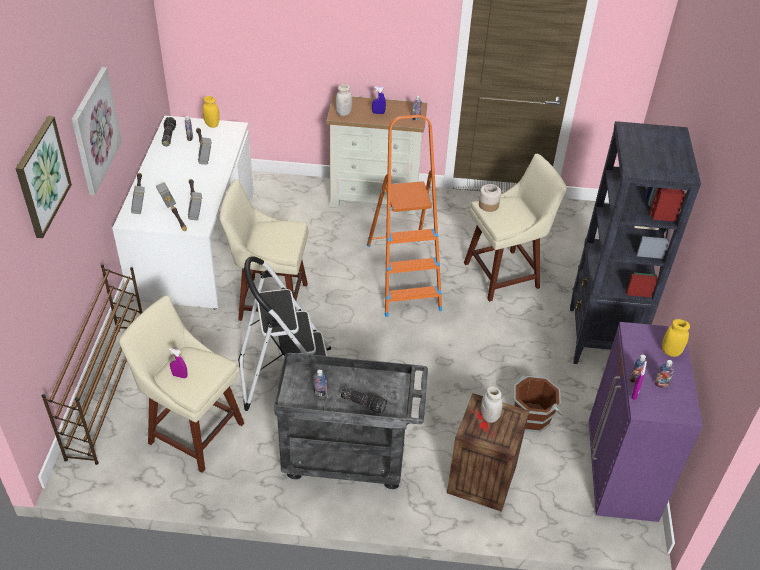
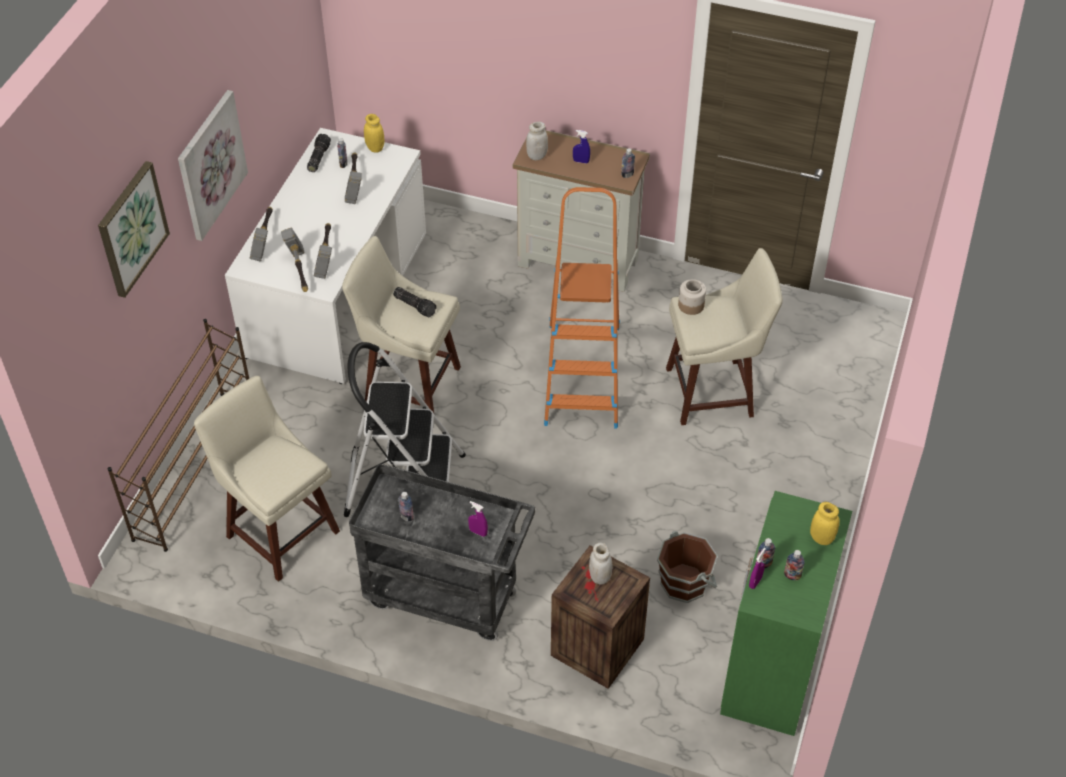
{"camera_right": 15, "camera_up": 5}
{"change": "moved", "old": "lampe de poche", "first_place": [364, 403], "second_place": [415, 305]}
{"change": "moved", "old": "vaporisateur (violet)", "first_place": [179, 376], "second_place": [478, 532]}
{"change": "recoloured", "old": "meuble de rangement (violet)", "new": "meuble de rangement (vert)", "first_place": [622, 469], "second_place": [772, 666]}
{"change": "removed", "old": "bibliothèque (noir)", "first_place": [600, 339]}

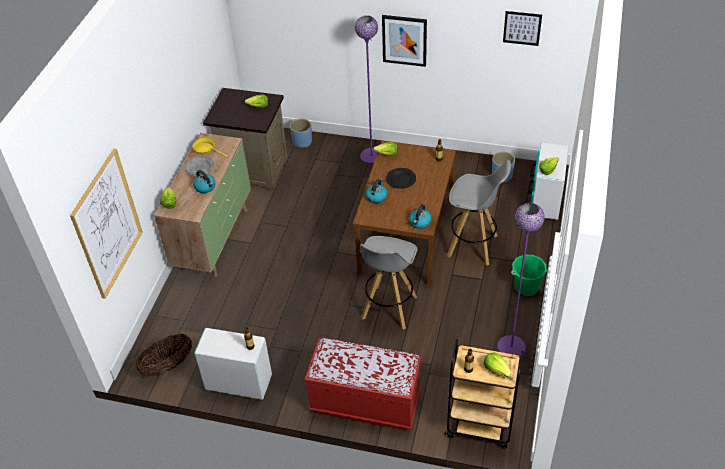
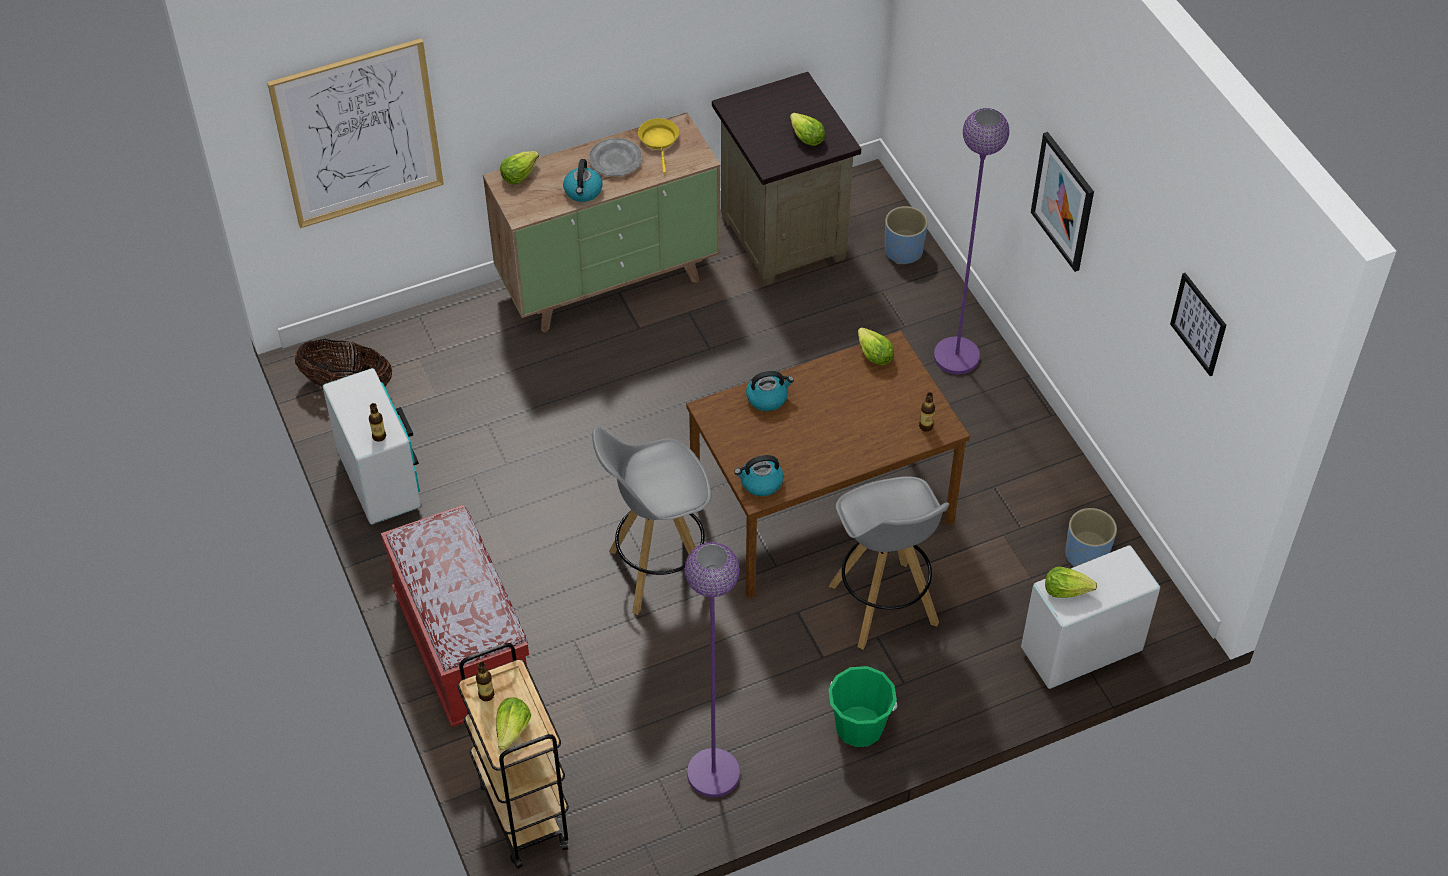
{"camera_right": 50, "camera_up": 5}
{"change": "removed", "old": "assiette (noir)", "first_place": [401, 179]}

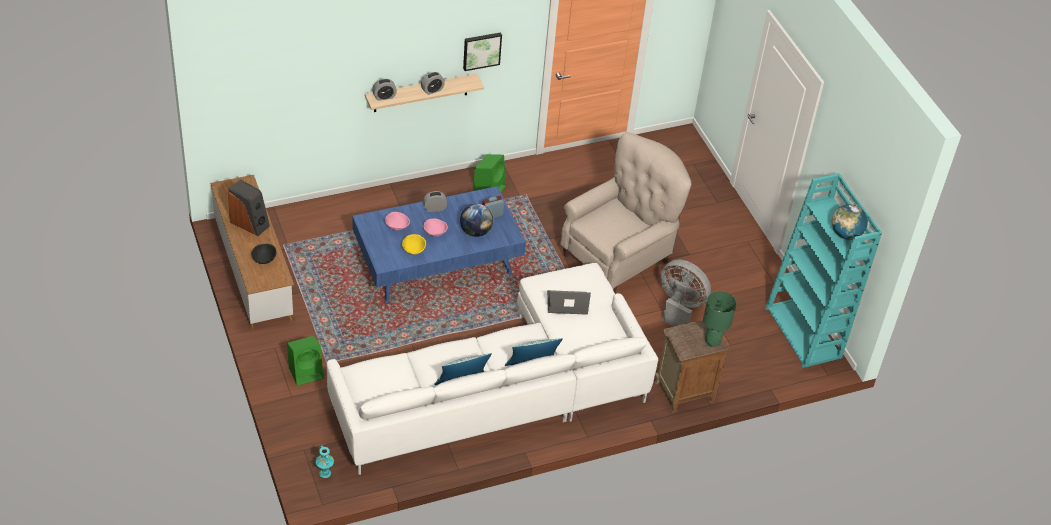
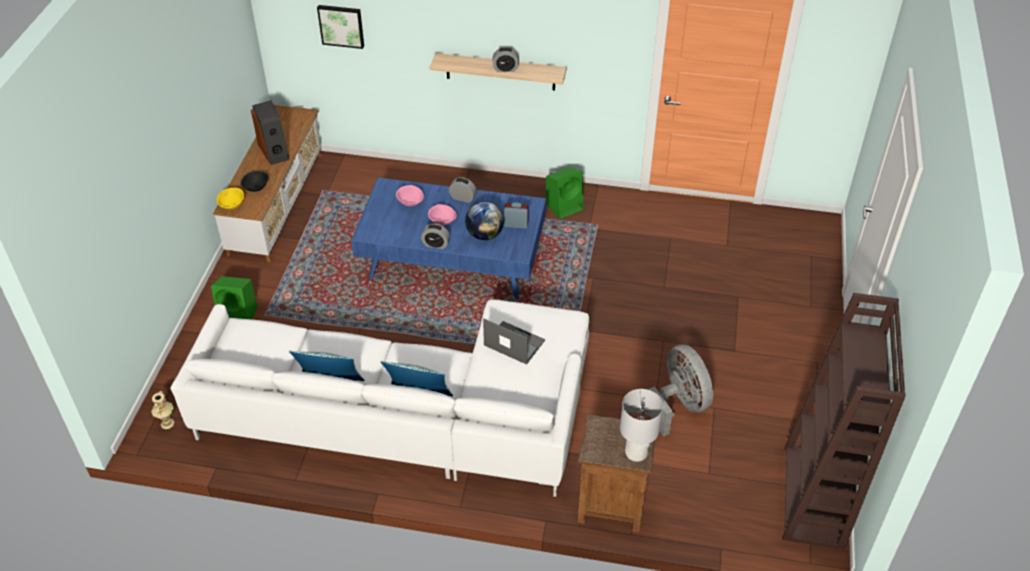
{"camera_right": 35, "camera_up": 0}
{"change": "recoloured", "old": "vase (turquoise)", "new": "vase (beige)", "first_place": [324, 473], "second_place": [167, 423]}
{"change": "moved", "old": "bol (jaune)", "first_place": [413, 250], "second_place": [232, 205]}
{"change": "moved", "old": "tableau", "first_place": [481, 50], "second_place": [341, 25]}
{"change": "moved", "old": "réveil", "first_place": [384, 97], "second_place": [436, 244]}
{"change": "recoloured", "old": "lampe de table (vert)", "new": "lampe de table (gris)", "first_place": [712, 342], "second_place": [636, 454]}
{"change": "recoloured", "old": "bibliothèque (turquoise)", "new": "bibliothèque (marron)", "first_place": [804, 333], "second_place": [814, 497]}
{"change": "removed", "old": "fauteuil (beige)", "first_place": [619, 256]}
{"change": "removed", "old": "globe", "first_place": [845, 234]}

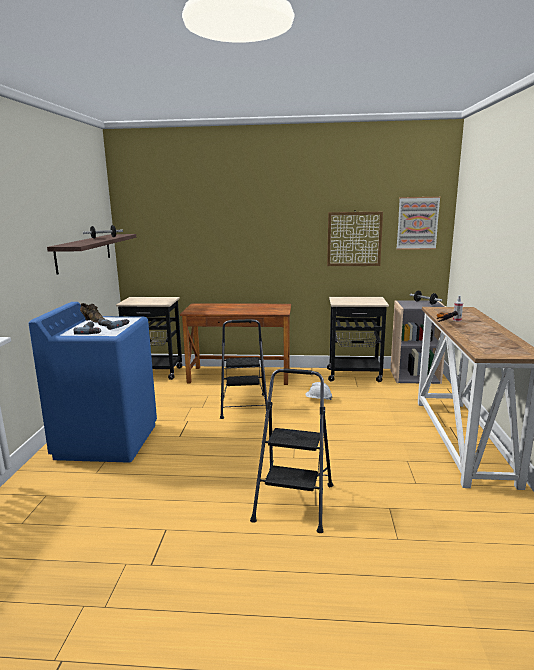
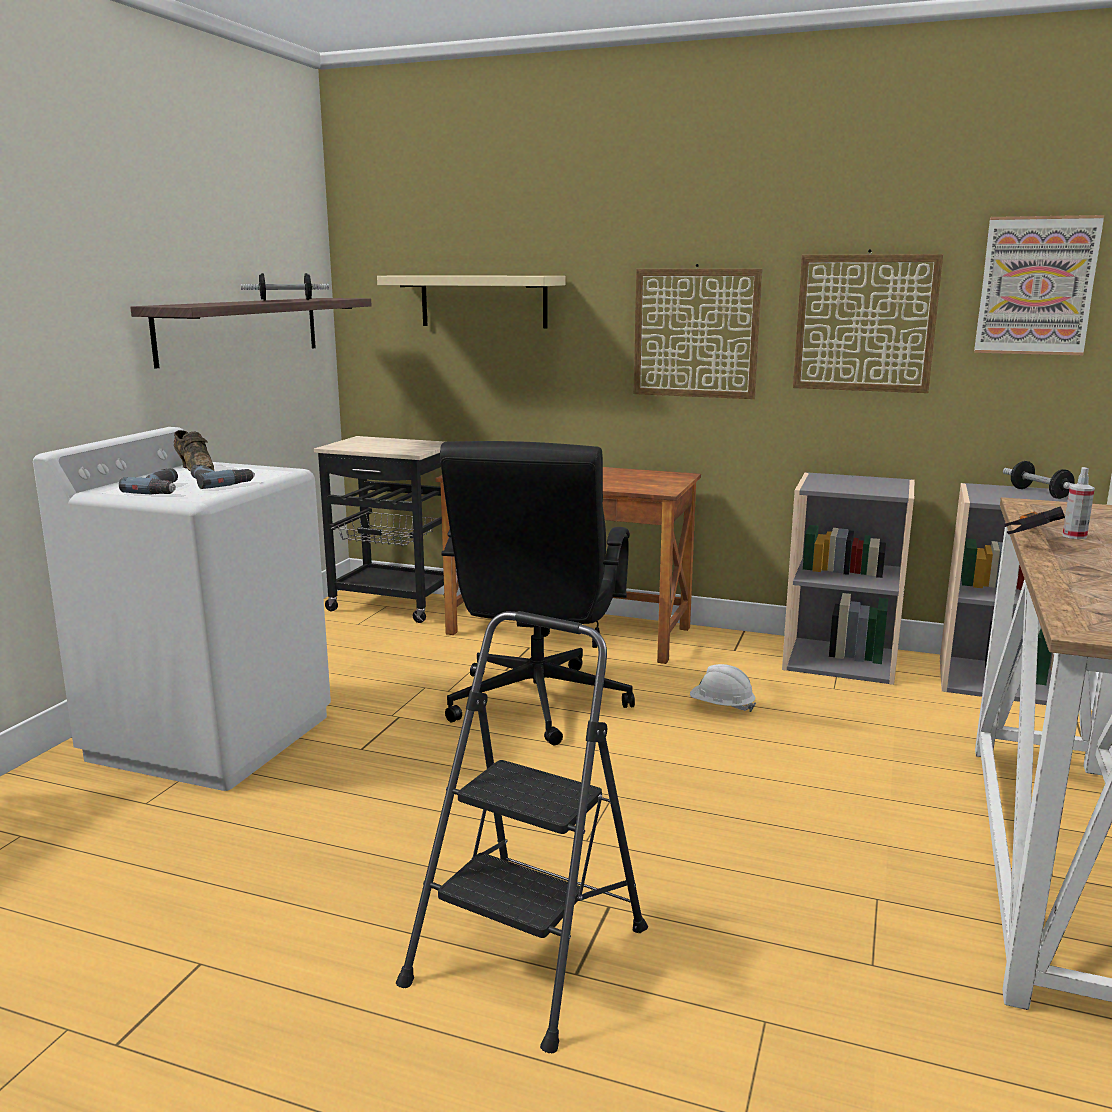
{"camera_right": 15, "camera_up": 0}
{"change": "recoloured", "old": "lave-linge (bleu)", "new": "lave-linge (blanc)", "first_place": [107, 440], "second_place": [212, 736]}
{"change": "added", "new": "étagère (beige)", "second_place": [483, 301]}
{"change": "replaced", "old": "escabeau (noir)", "new": "chaise de bureau (noir)", "first_place": [243, 406], "second_place": [538, 701]}
{"change": "added", "new": "tableau", "second_place": [696, 331]}
{"change": "replaced", "old": "chariot", "new": "bibliothèque (gris)", "first_place": [355, 375], "second_place": [842, 660]}

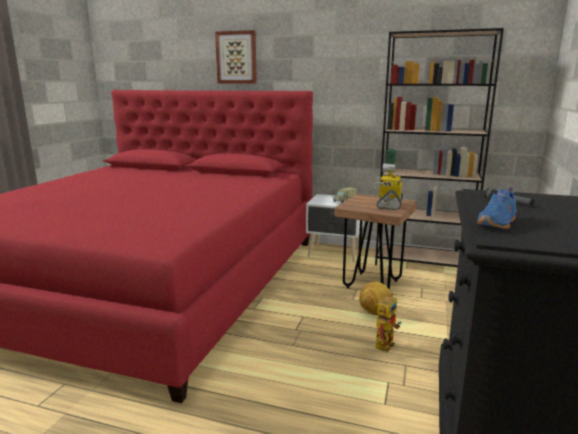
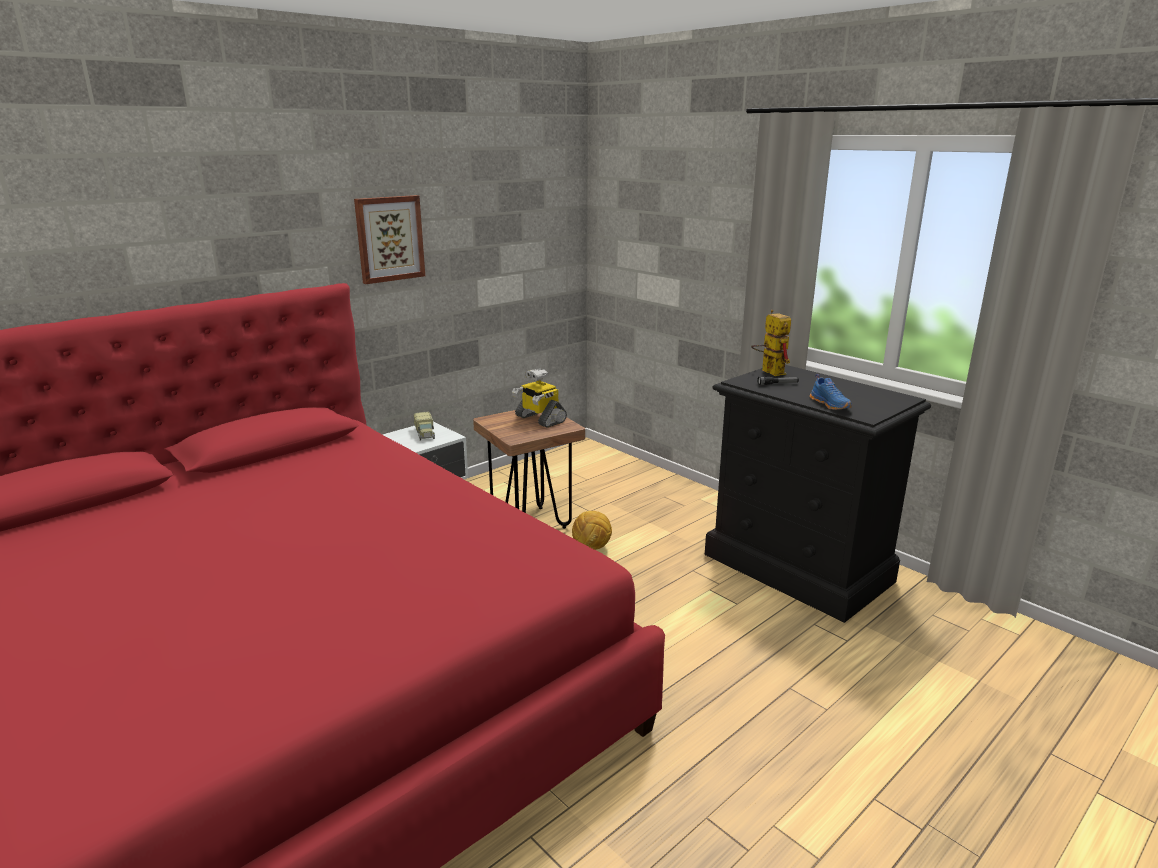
{"camera_right": -60, "camera_up": 5}
{"change": "moved", "old": "tableau", "first_place": [236, 57], "second_place": [389, 238]}
{"change": "moved", "old": "robot jouet", "first_place": [385, 343], "second_place": [768, 371]}
{"change": "removed", "old": "bibliothèque (beige)", "first_place": [423, 262]}

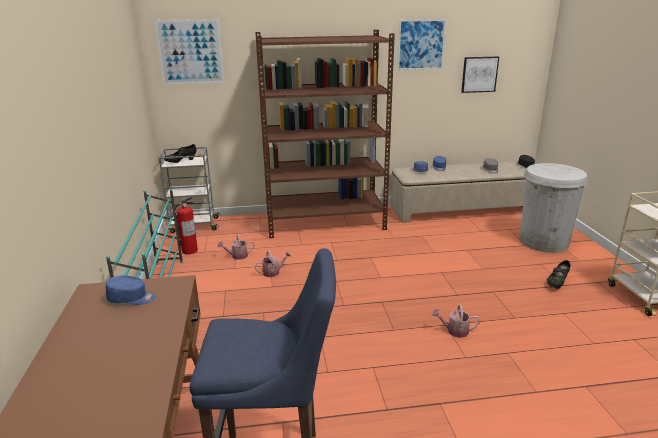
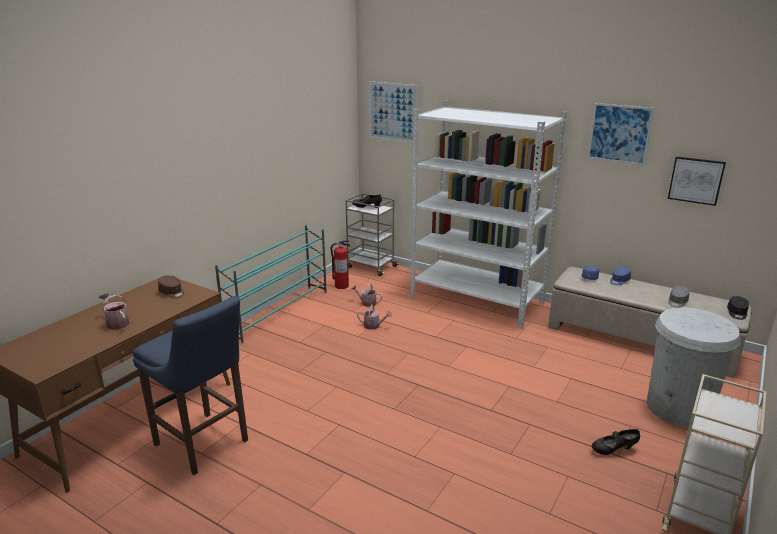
{"camera_right": 40, "camera_up": 0}
{"change": "moved", "old": "arrosoir", "first_place": [454, 331], "second_place": [116, 323]}
{"change": "recoloured", "old": "casquette (bleu)", "new": "casquette (marron)", "first_place": [131, 299], "second_place": [172, 293]}
{"change": "recoloured", "old": "bibliothèque (marron)", "new": "bibliothèque (blanc)", "first_place": [325, 221], "second_place": [476, 300]}

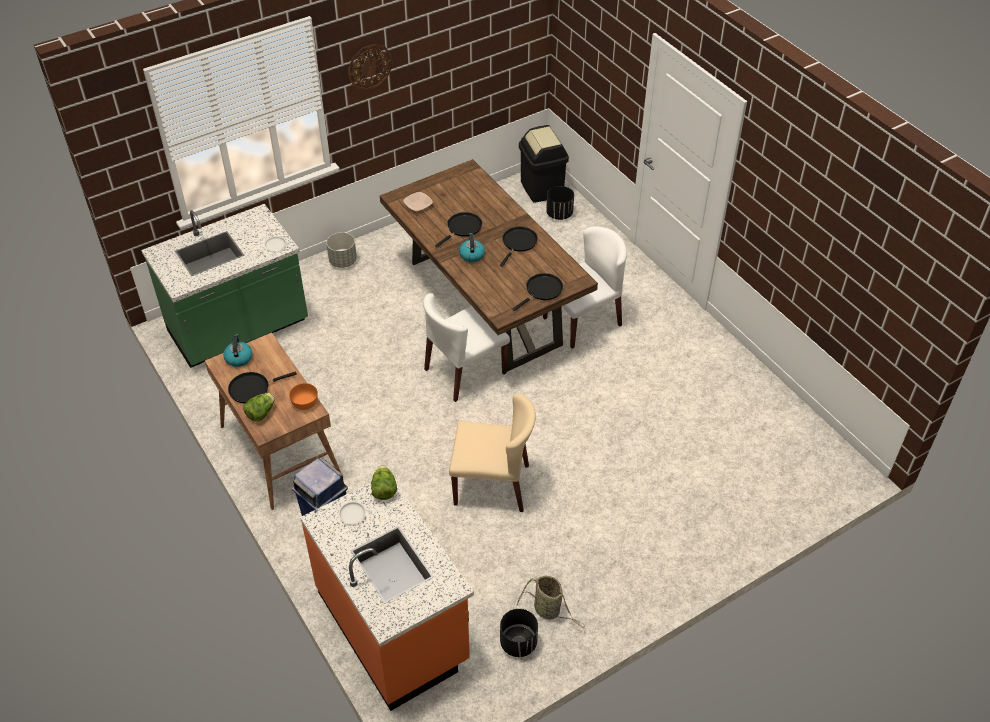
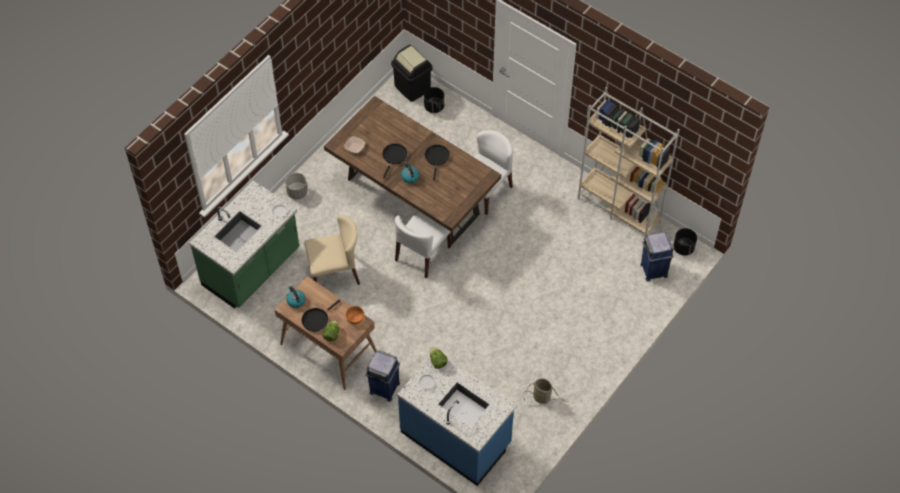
{"camera_right": -20, "camera_up": 10}
{"change": "moved", "old": "chaise (beige)", "first_place": [492, 485], "second_place": [334, 272]}
{"change": "recoloured", "old": "comptoir de cuisine (orange)", "new": "comptoir de cuisine (bleu)", "first_place": [394, 627], "second_place": [456, 437]}
{"change": "added", "new": "bibliothèque (beige)", "second_place": [619, 210]}
{"change": "added", "new": "poubelle (bleu)", "second_place": [653, 270]}
{"change": "moved", "old": "cache-pot (noir)", "first_place": [518, 643], "second_place": [683, 248]}
{"change": "removed", "old": "horloge murale", "first_place": [369, 66]}
{"change": "removed", "old": "poêle (noir)", "first_place": [542, 290]}

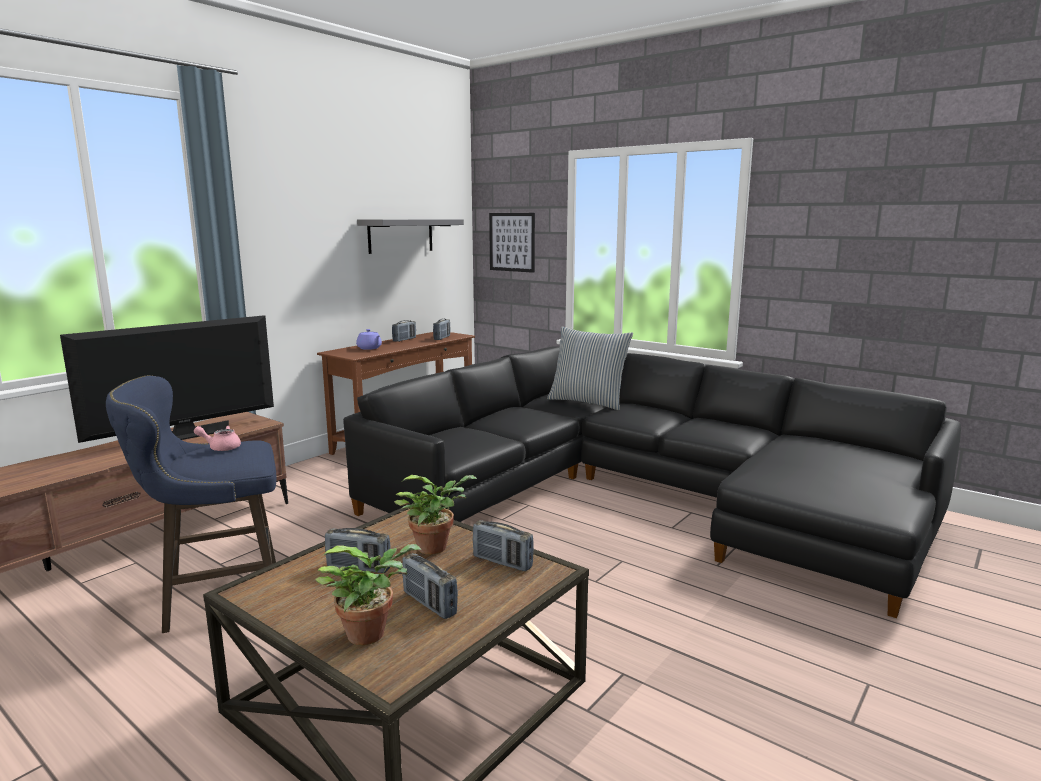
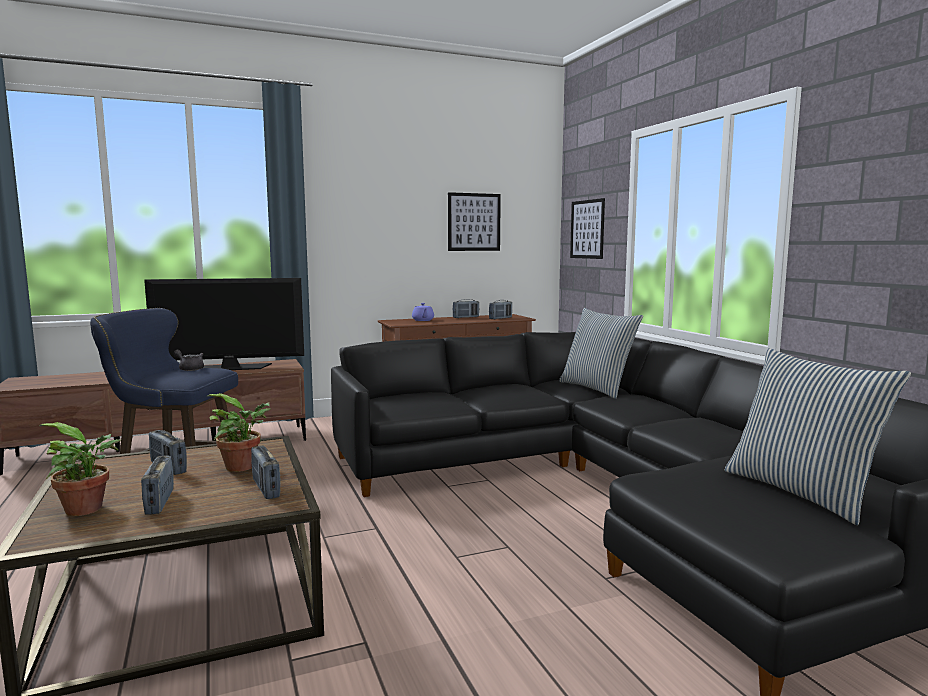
{"camera_right": 30, "camera_up": -5}
{"change": "recoloured", "old": "théière (rose)", "new": "théière (gris)", "first_place": [221, 447], "second_place": [189, 369]}
{"change": "replaced", "old": "étagère (gris)", "new": "tableau", "first_place": [400, 235], "second_place": [474, 222]}
{"change": "added", "new": "coussin", "second_place": [801, 492]}

